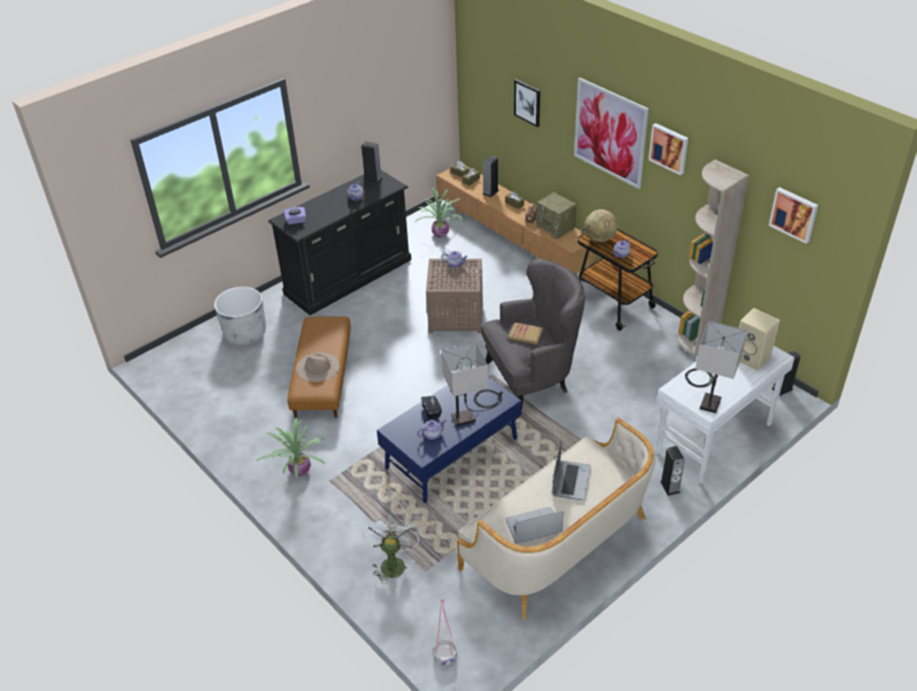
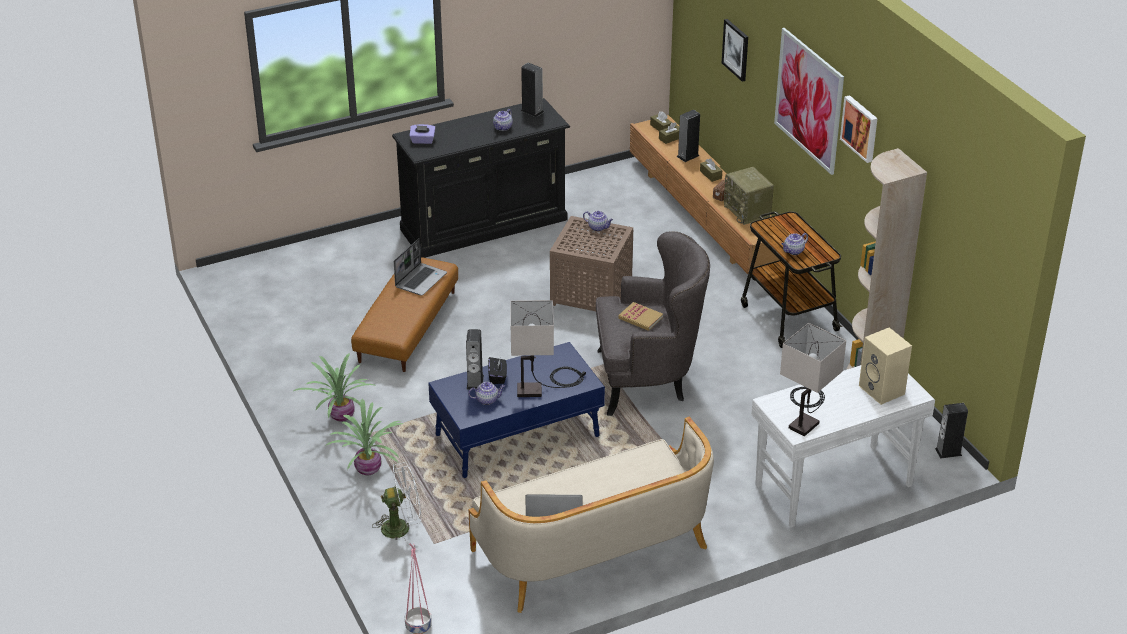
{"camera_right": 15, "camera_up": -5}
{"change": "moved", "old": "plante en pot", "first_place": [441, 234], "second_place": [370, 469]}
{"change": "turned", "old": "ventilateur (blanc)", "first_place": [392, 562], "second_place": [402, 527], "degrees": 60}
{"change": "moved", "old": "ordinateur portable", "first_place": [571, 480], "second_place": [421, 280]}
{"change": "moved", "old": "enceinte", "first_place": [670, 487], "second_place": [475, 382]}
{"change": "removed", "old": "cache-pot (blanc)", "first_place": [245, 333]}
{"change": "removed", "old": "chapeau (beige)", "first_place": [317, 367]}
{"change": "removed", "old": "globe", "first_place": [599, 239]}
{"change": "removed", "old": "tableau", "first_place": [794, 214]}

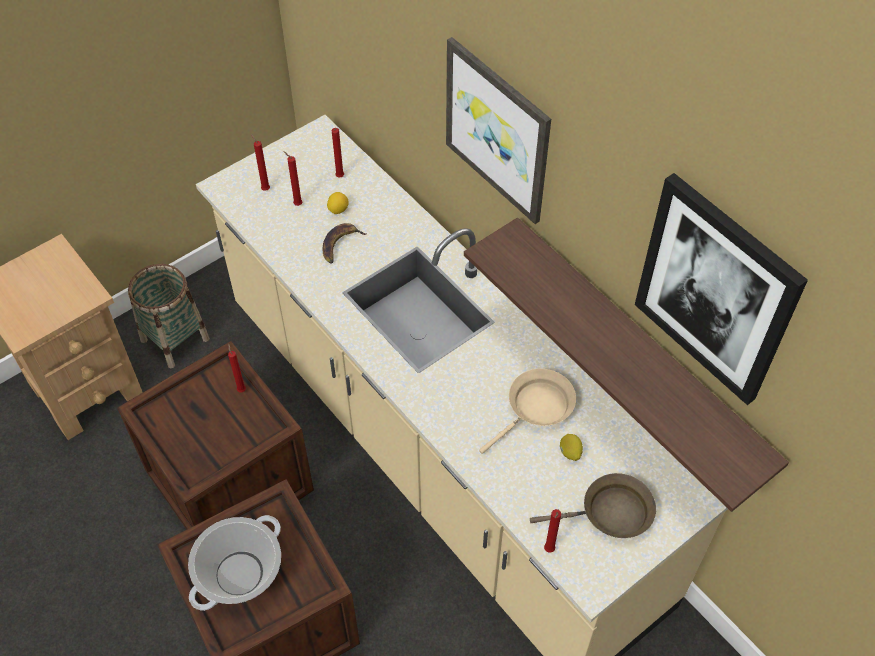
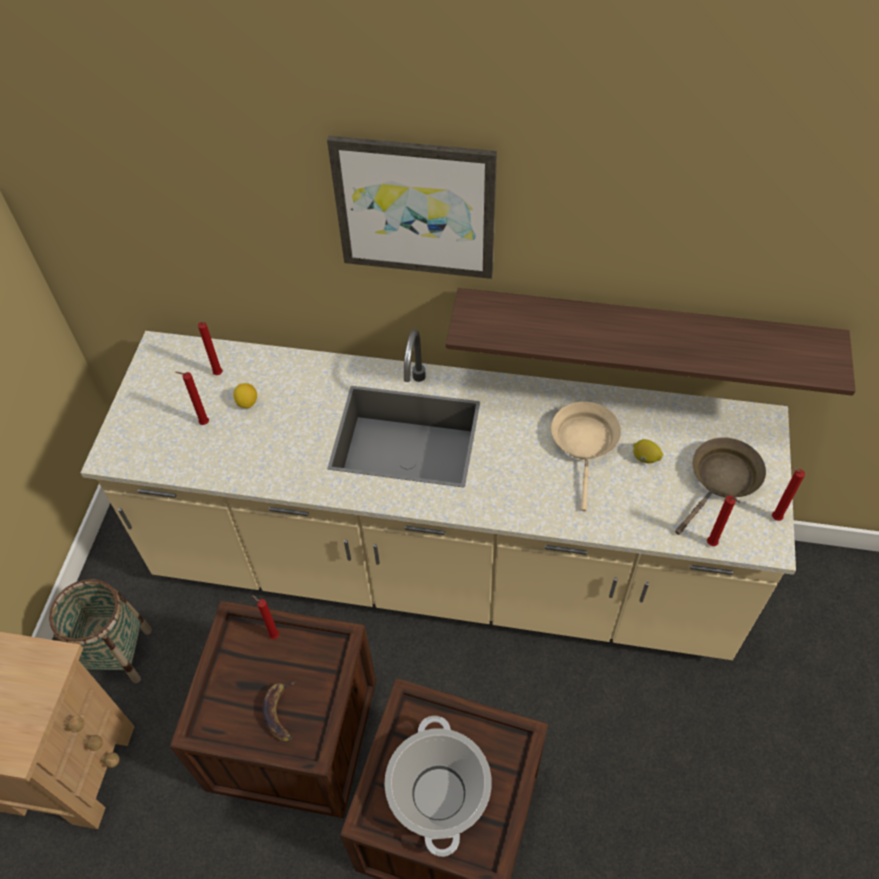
{"camera_right": -40, "camera_up": 0}
{"change": "moved", "old": "banane", "first_place": [340, 244], "second_place": [280, 712]}
{"change": "moved", "old": "bougie (rouge)", "first_place": [265, 189], "second_place": [774, 518]}
{"change": "removed", "old": "tableau", "first_place": [716, 290]}

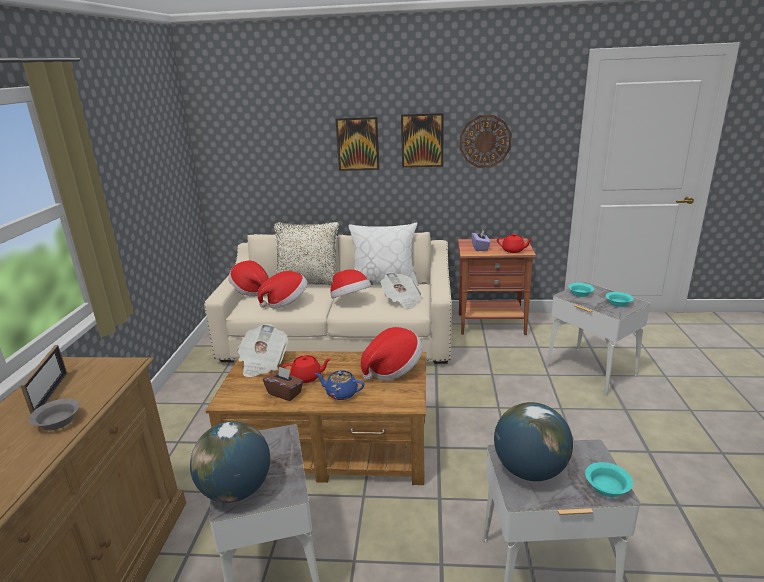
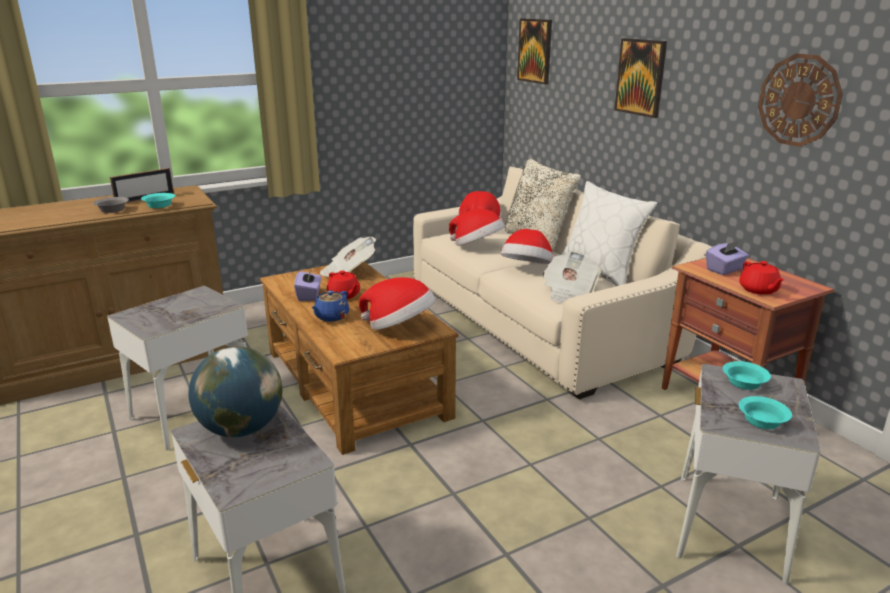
{"camera_right": 55, "camera_up": 0}
{"change": "moved", "old": "bol (turquoise)", "first_place": [608, 487], "second_place": [159, 206]}
{"change": "recoloured", "old": "boîte à mouchoirs (marron)", "new": "boîte à mouchoirs (violet)", "first_place": [285, 393], "second_place": [309, 295]}
{"change": "turned", "old": "théière (bleu)", "first_place": [341, 393], "second_place": [331, 317], "degrees": -135}
{"change": "moved", "old": "tableau", "first_place": [422, 140], "second_place": [535, 51]}
{"change": "removed", "old": "globe", "first_place": [237, 490]}

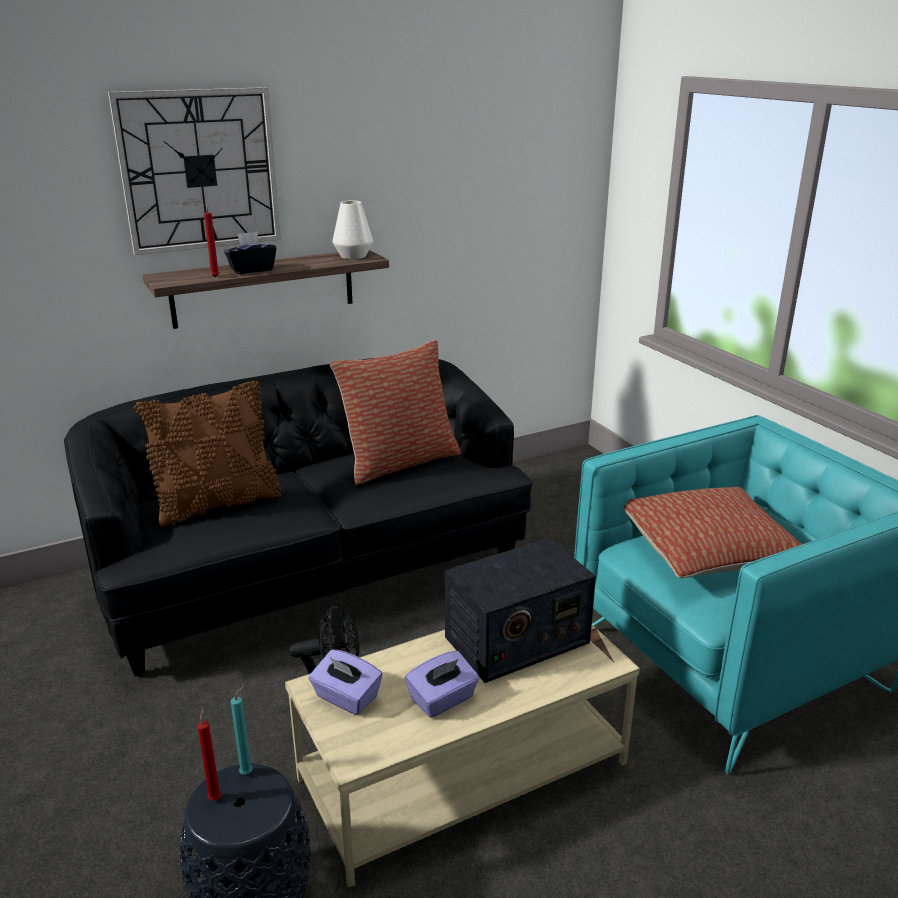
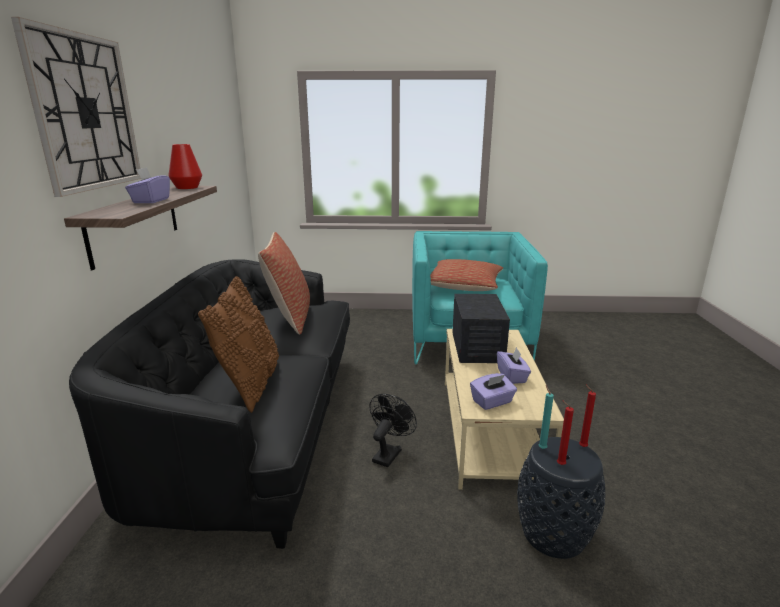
{"camera_right": -60, "camera_up": -5}
{"change": "recoloured", "old": "boîte à mouchoirs (noir)", "new": "boîte à mouchoirs (violet)", "first_place": [252, 269], "second_place": [151, 201]}
{"change": "recoloured", "old": "vase (blanc)", "new": "vase (rouge)", "first_place": [353, 256], "second_place": [187, 187]}
{"change": "moved", "old": "bougie (rouge)", "first_place": [216, 277], "second_place": [581, 446]}

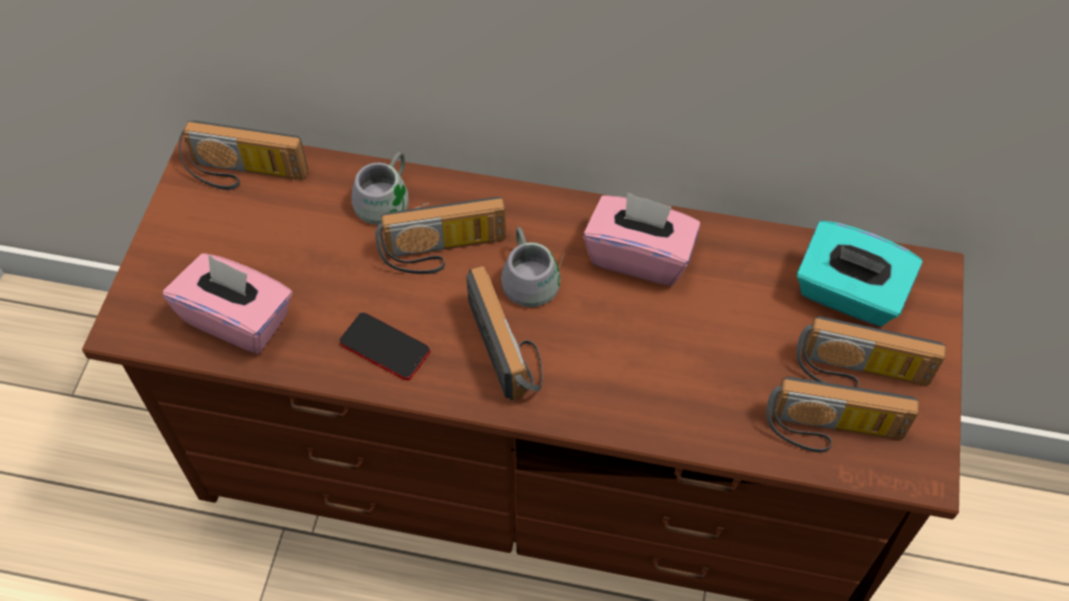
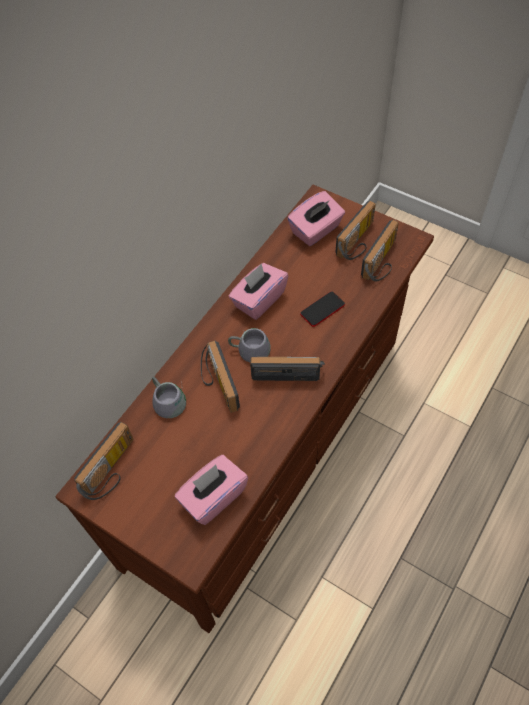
{"camera_right": -65, "camera_up": 0}
{"change": "turned", "old": "radio", "first_place": [443, 253], "second_place": [217, 383], "degrees": 150}
{"change": "recoloured", "old": "boîte à mouchoirs (turquoise)", "new": "boîte à mouchoirs (rose)", "first_place": [848, 294], "second_place": [316, 230]}
{"change": "moved", "old": "téléphone", "first_place": [385, 347], "second_place": [322, 309]}

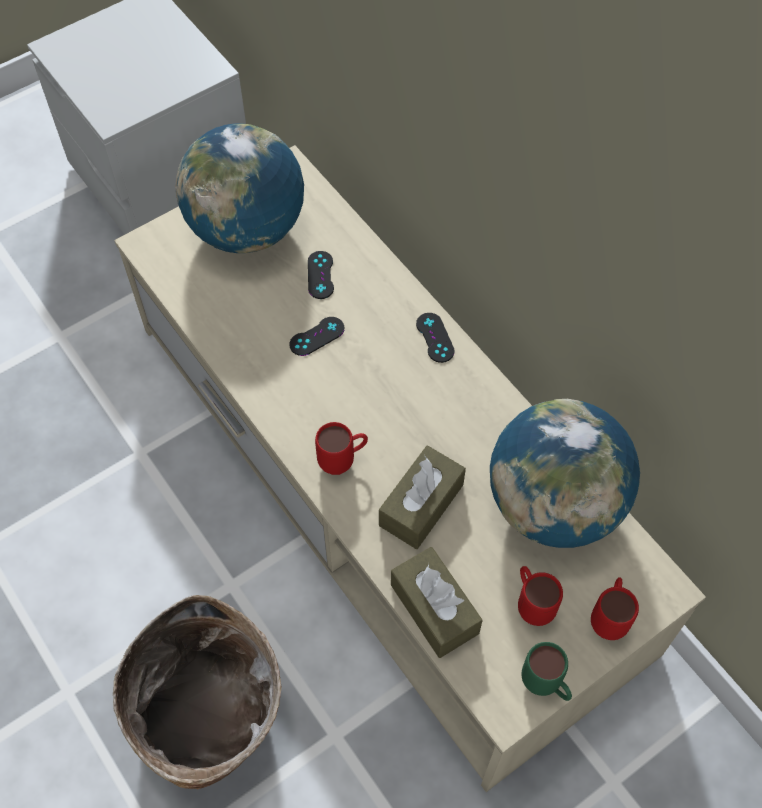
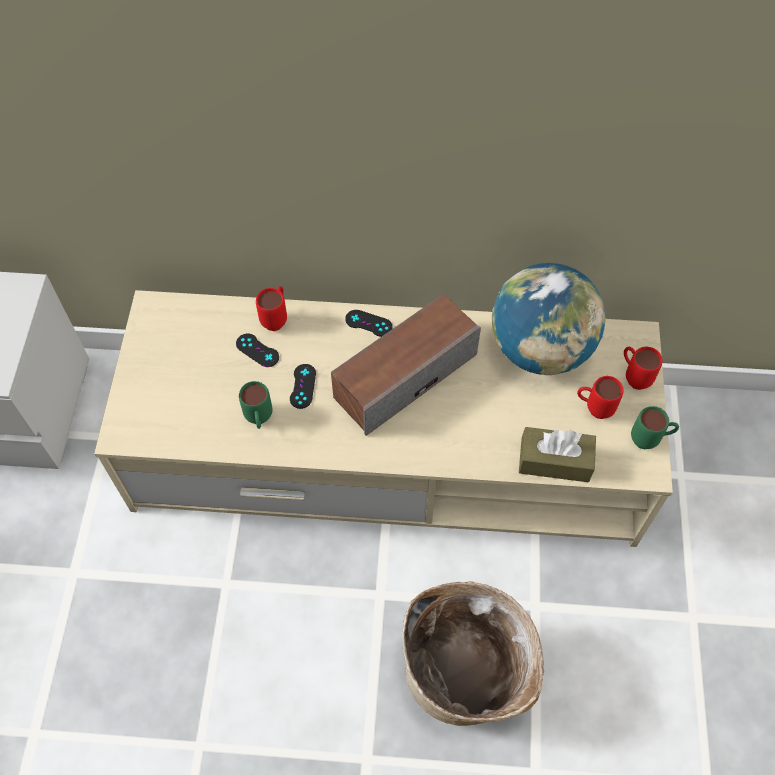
{"camera_right": -50, "camera_up": 0}
{"change": "added", "new": "mug (vert)", "second_place": [259, 420]}
{"change": "moved", "old": "mug (rouge)", "first_place": [343, 461], "second_place": [276, 318]}
{"change": "added", "new": "enceinte", "second_place": [404, 375]}
{"change": "removed", "old": "globe", "first_place": [247, 230]}
{"change": "removed", "old": "boîte à mouchoirs (marron)", "first_place": [421, 505]}

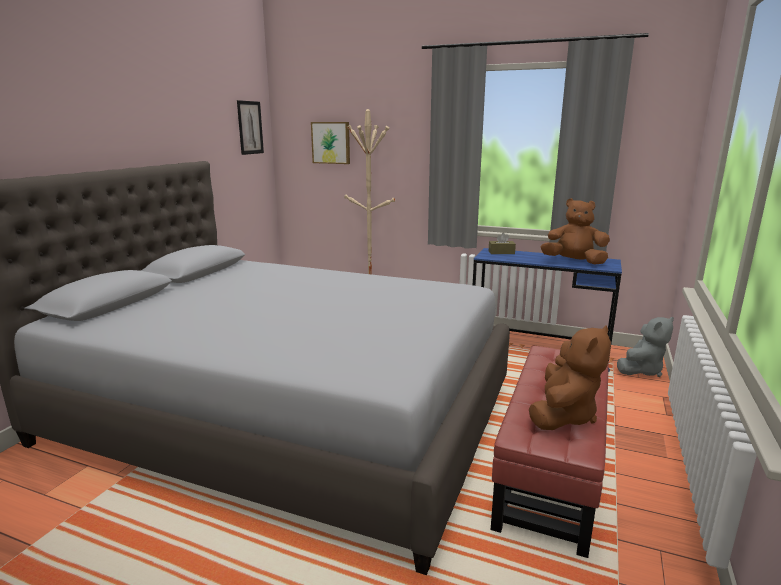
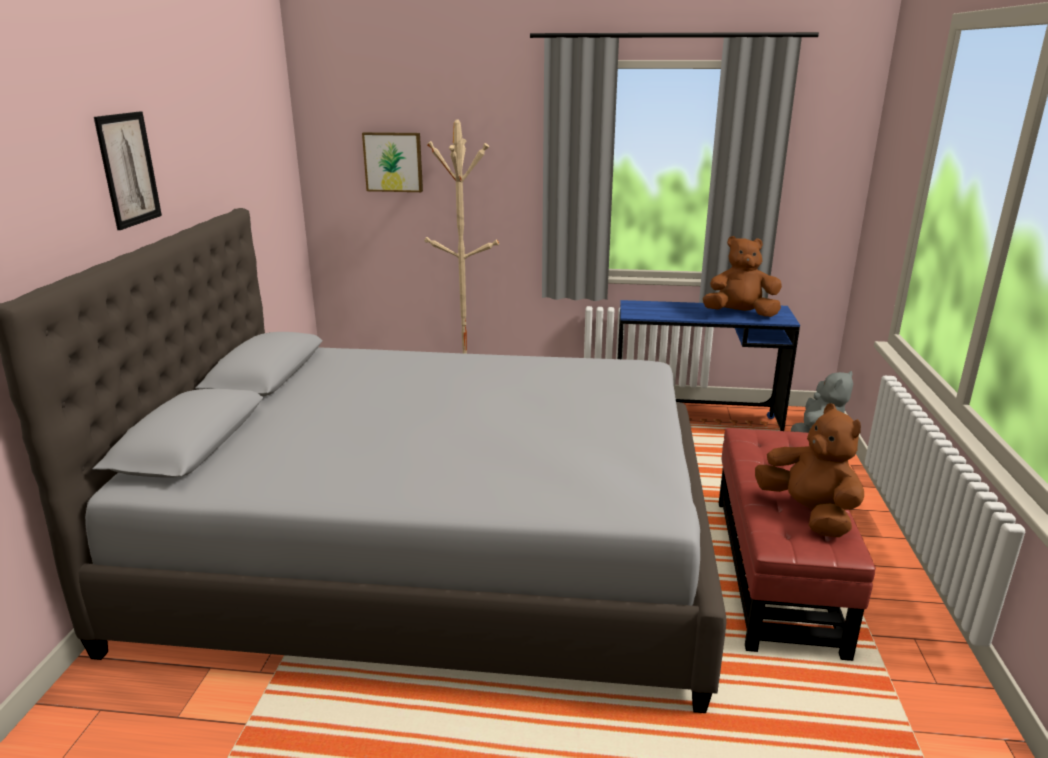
{"camera_right": -15, "camera_up": 5}
{"change": "moved", "old": "tableau", "first_place": [250, 127], "second_place": [128, 169]}
{"change": "turned", "old": "peluche (marron)", "first_place": [563, 415], "second_place": [808, 513], "degrees": -45}
{"change": "removed", "old": "boîte à mouchoirs (marron)", "first_place": [501, 252]}

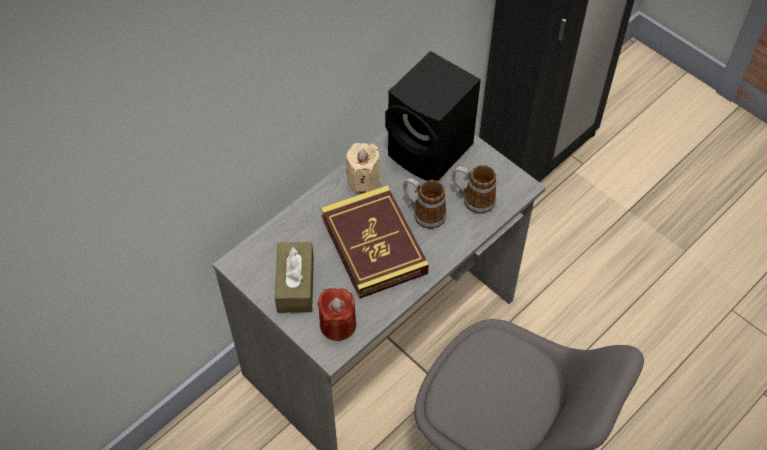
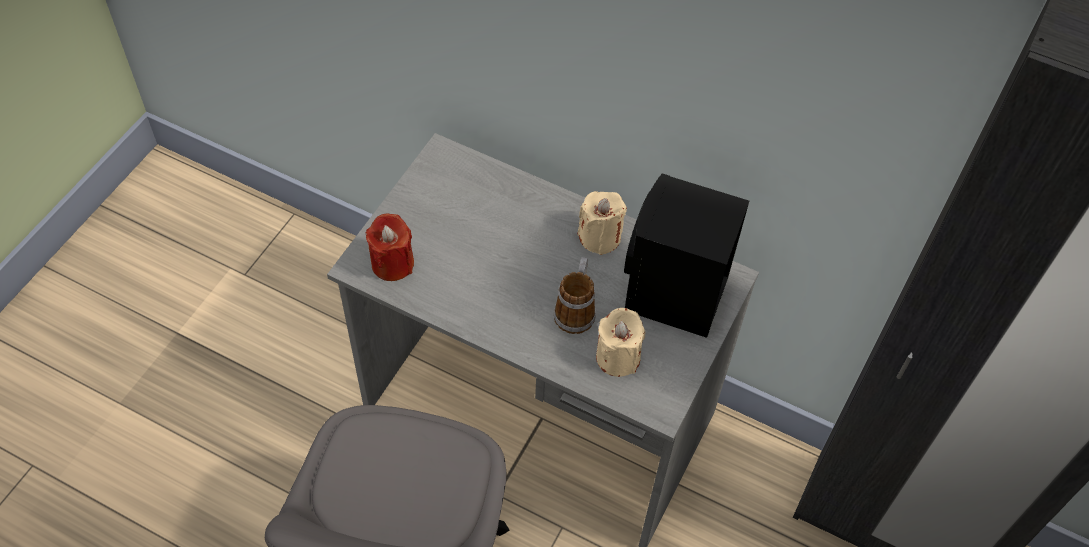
{"camera_right": 70, "camera_up": 0}
{"change": "replaced", "old": "mug", "new": "bougie (beige)", "first_place": [472, 199], "second_place": [618, 357]}
{"change": "removed", "old": "boîte à mouchoirs (marron)", "first_place": [295, 284]}
{"change": "removed", "old": "livre", "first_place": [373, 245]}

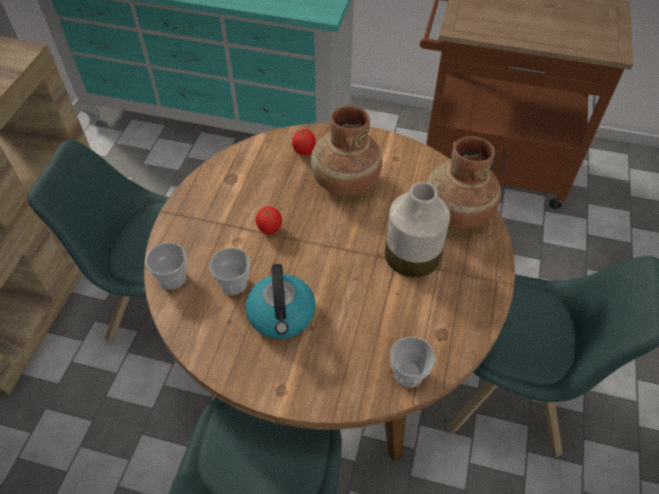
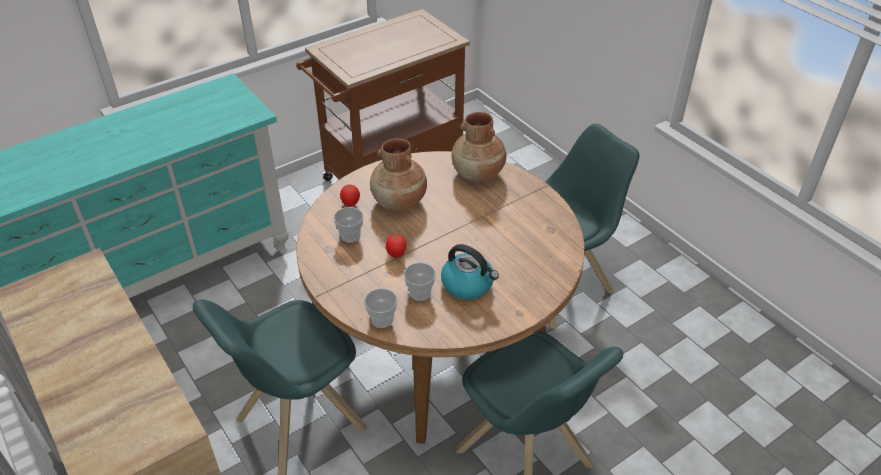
{"camera_right": -50, "camera_up": -10}
{"change": "moved", "old": "tasse", "first_place": [408, 374], "second_place": [350, 236]}
{"change": "removed", "old": "vase (beige)", "first_place": [412, 254]}

